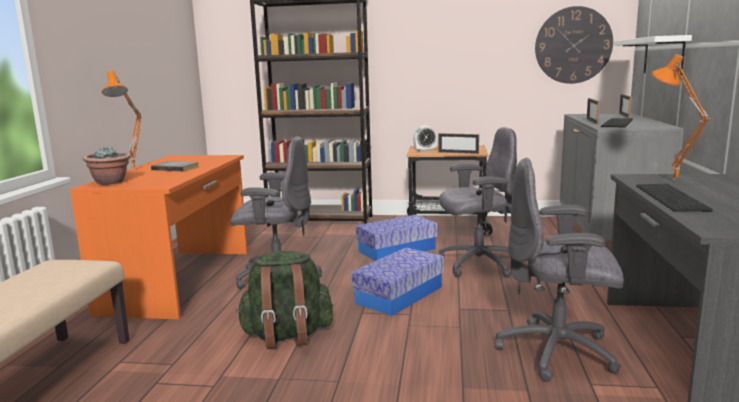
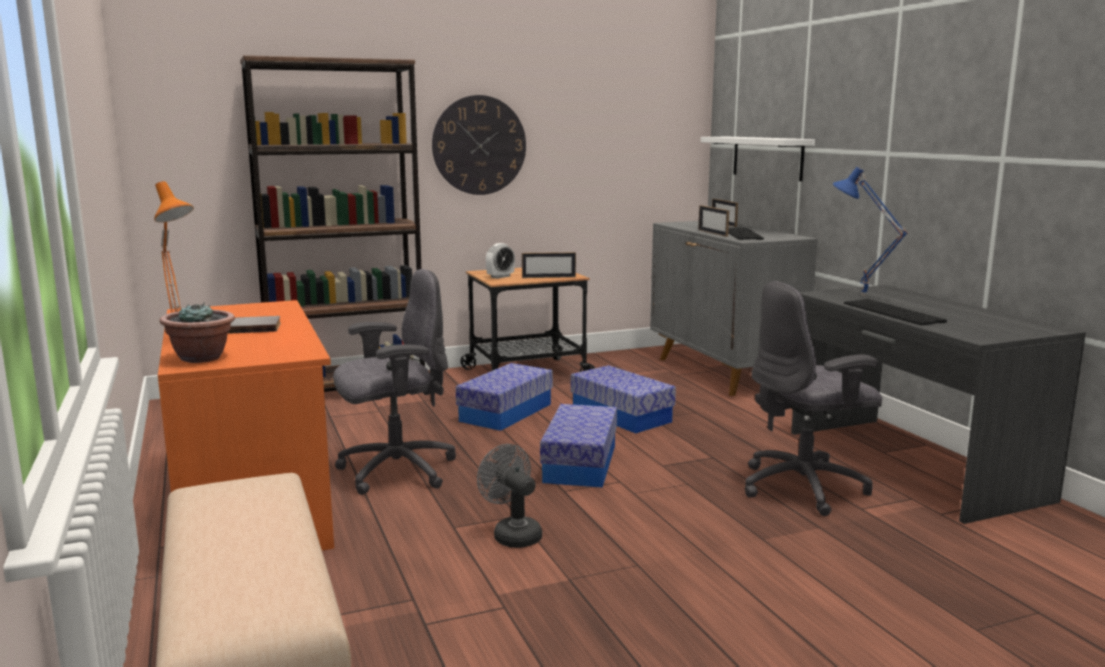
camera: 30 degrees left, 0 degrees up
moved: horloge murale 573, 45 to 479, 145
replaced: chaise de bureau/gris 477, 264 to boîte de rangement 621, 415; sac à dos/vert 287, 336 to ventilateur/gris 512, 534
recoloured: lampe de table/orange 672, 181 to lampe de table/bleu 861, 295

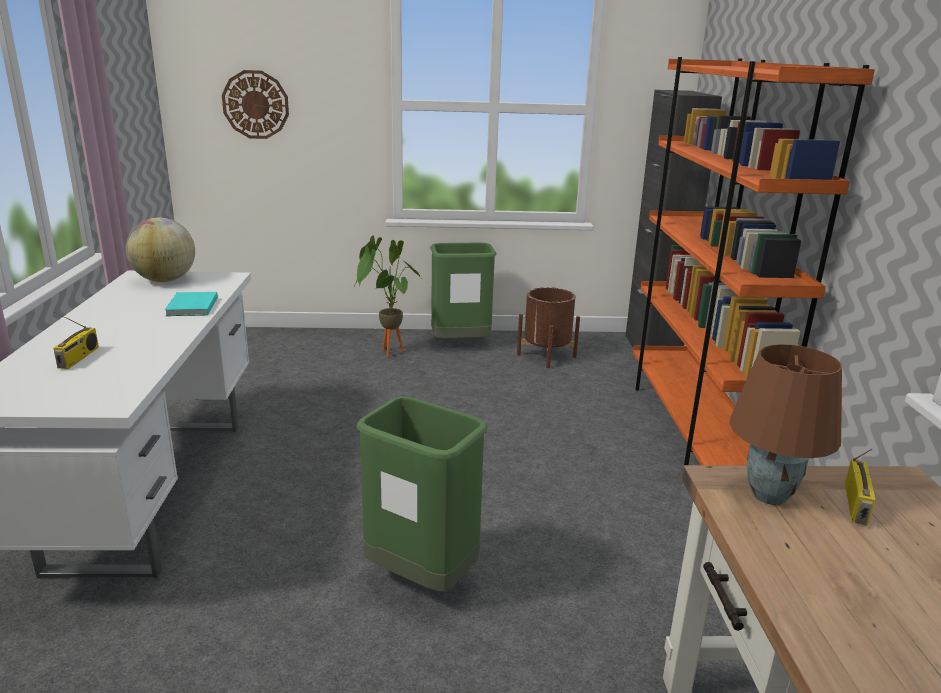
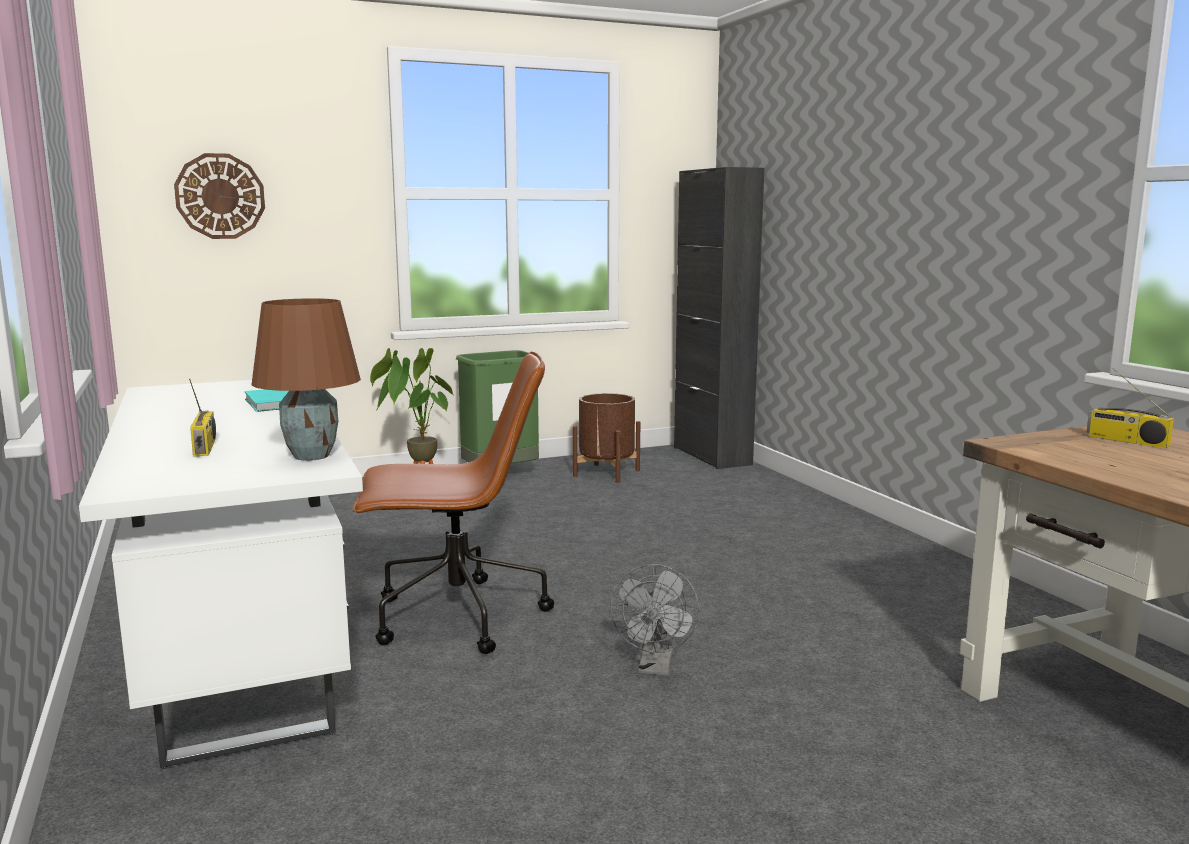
camera: 20 degrees left, 10 degrees down
removed: bibliothèque/orange 692, 428; globe 165, 280
added: chaise de bureau/marron 455, 617
moved: lampe de table/marron 769, 496 to 311, 456
replaced: poubelle/vert 422, 577 to ventilateur/gris 656, 668
turned: radio 857, 504 = 1126, 441 135 degrees clockwise

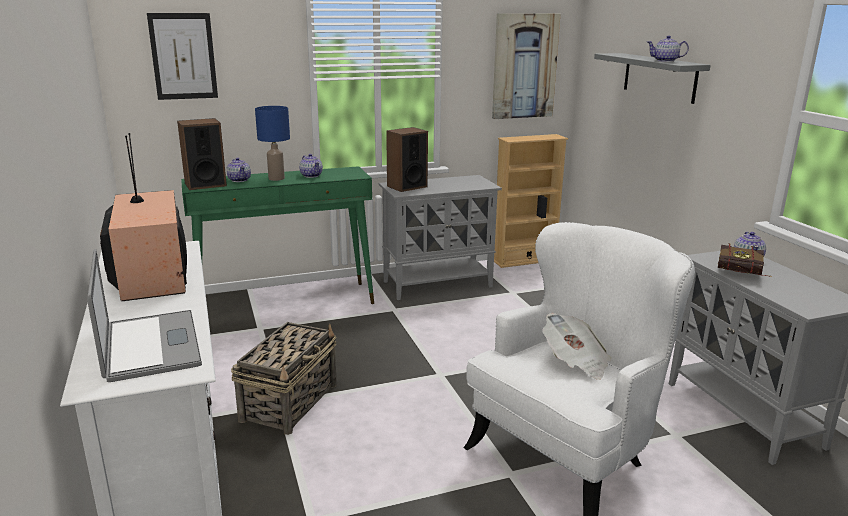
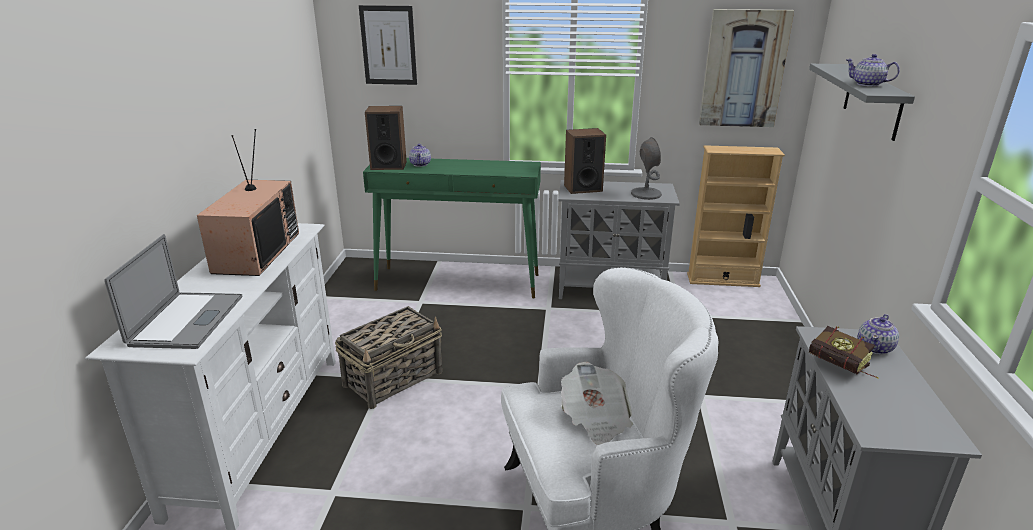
camera: 25 degrees right, 5 degrees up
removed: lampe de table/bleu 276, 178; théière 311, 175
added: lampe de table/gris 646, 194

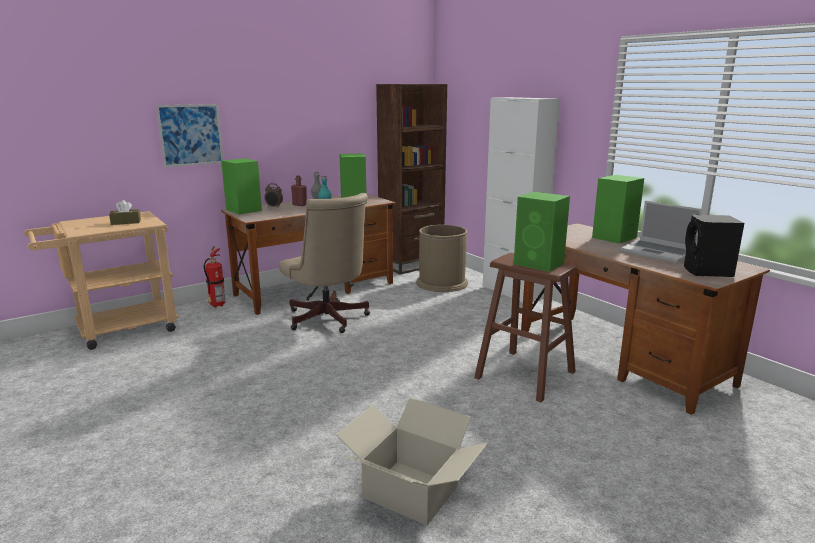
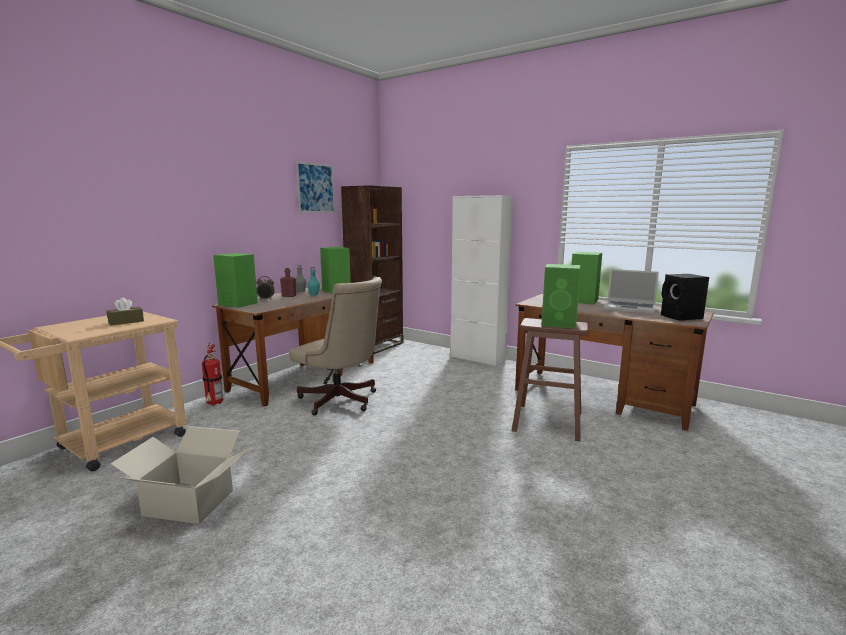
camera: 20 degrees left, 5 degrees down
removed: poubelle/marron 442, 283
moved: tableau 191, 135 to 316, 188; carton 411, 491 to 189, 502

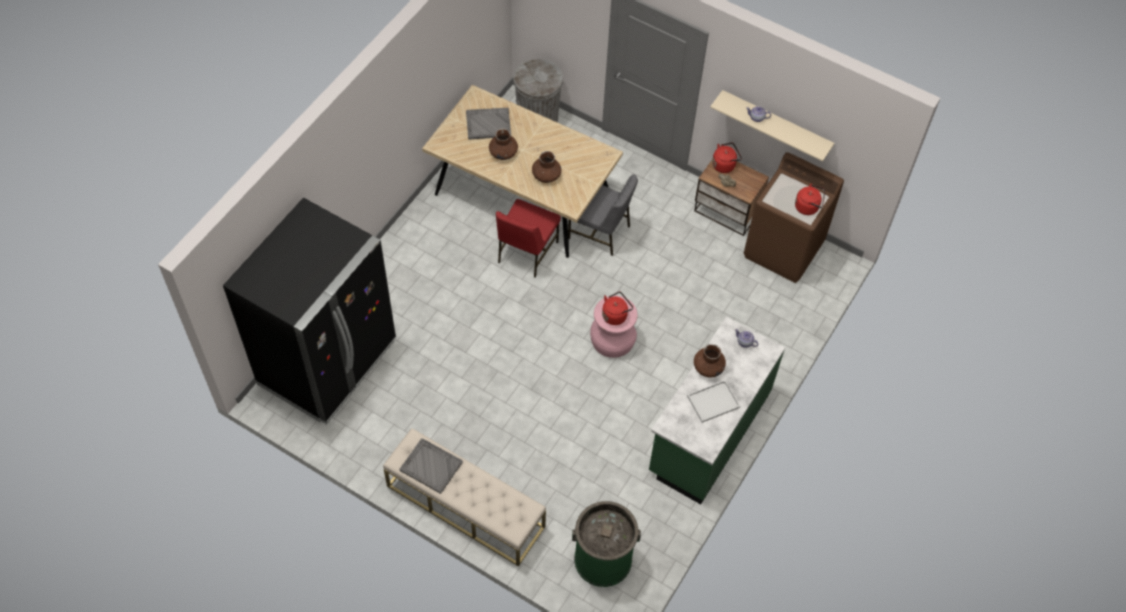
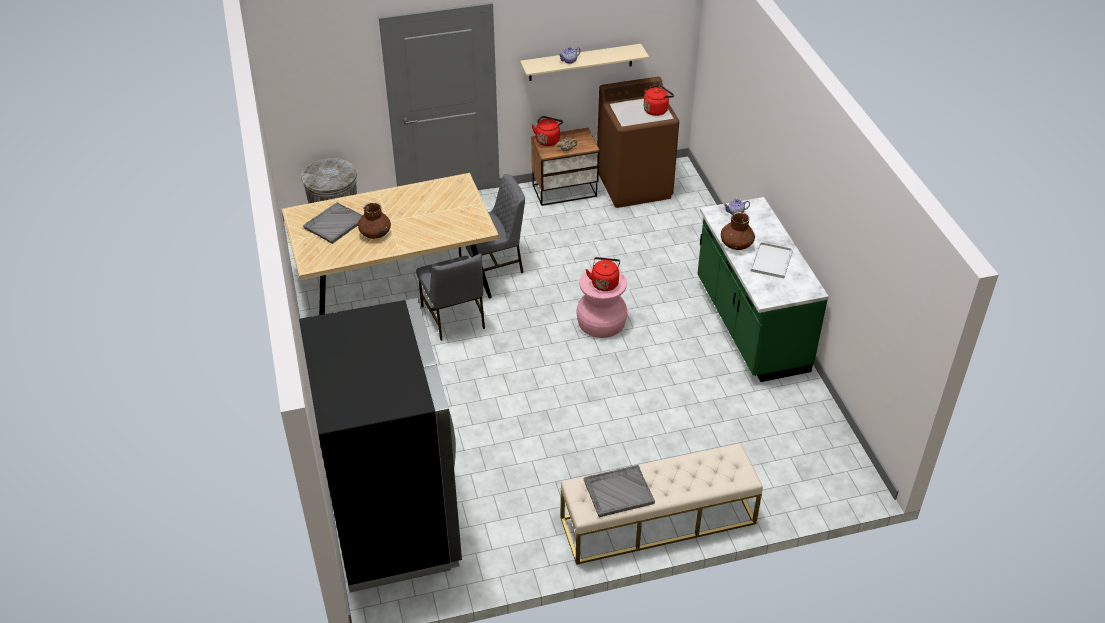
camera: 45 degrees left, 15 degrees down
removed: vase/marron 546, 175; poubelle/vert 603, 559
recoloured: chaise/rouge 526, 252 to chaise/gris 454, 317

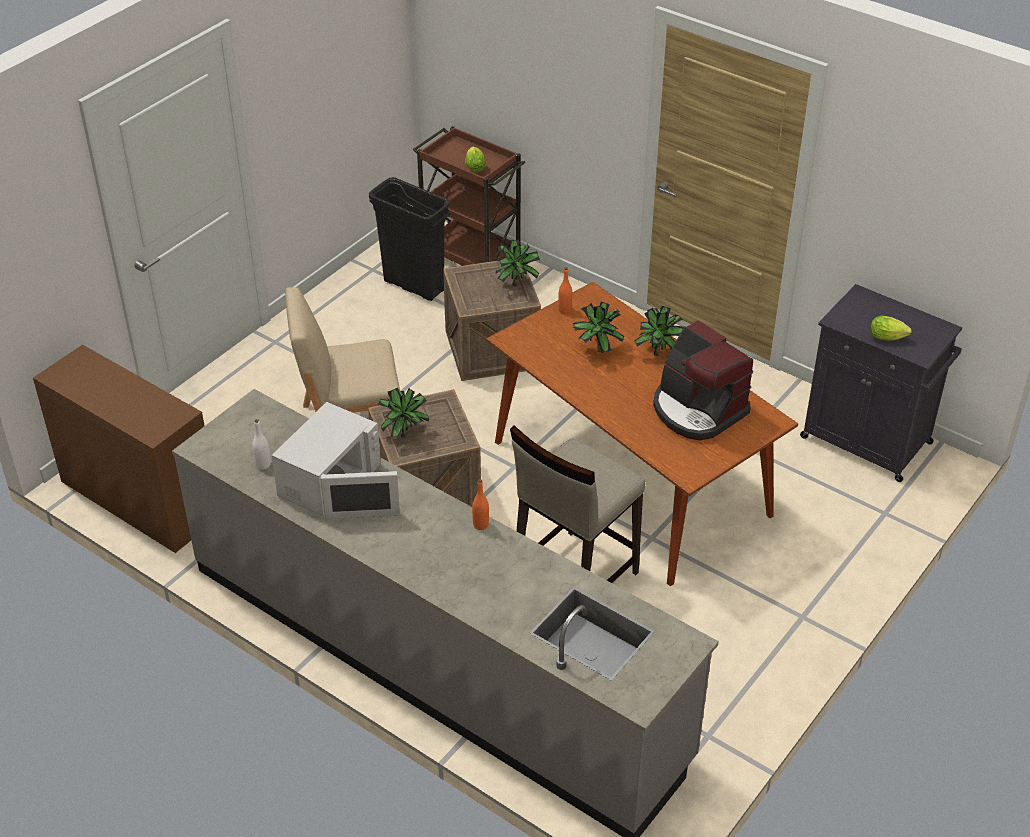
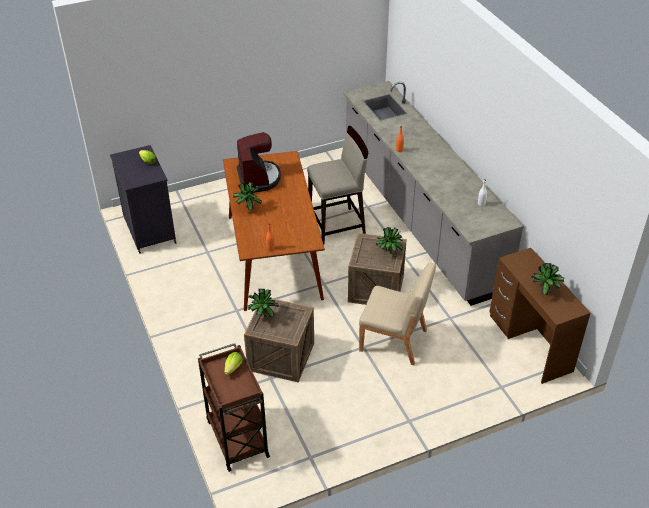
camera: 150 degrees left, 0 degrees up
removed: poubelle/noir 414, 285; micro-ondes/blanc 331, 483
moved: plante en pot 596, 349 to 545, 292

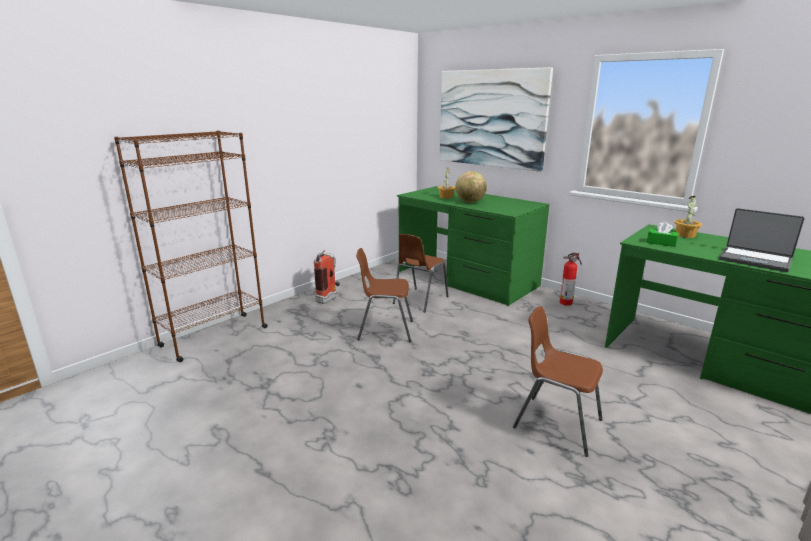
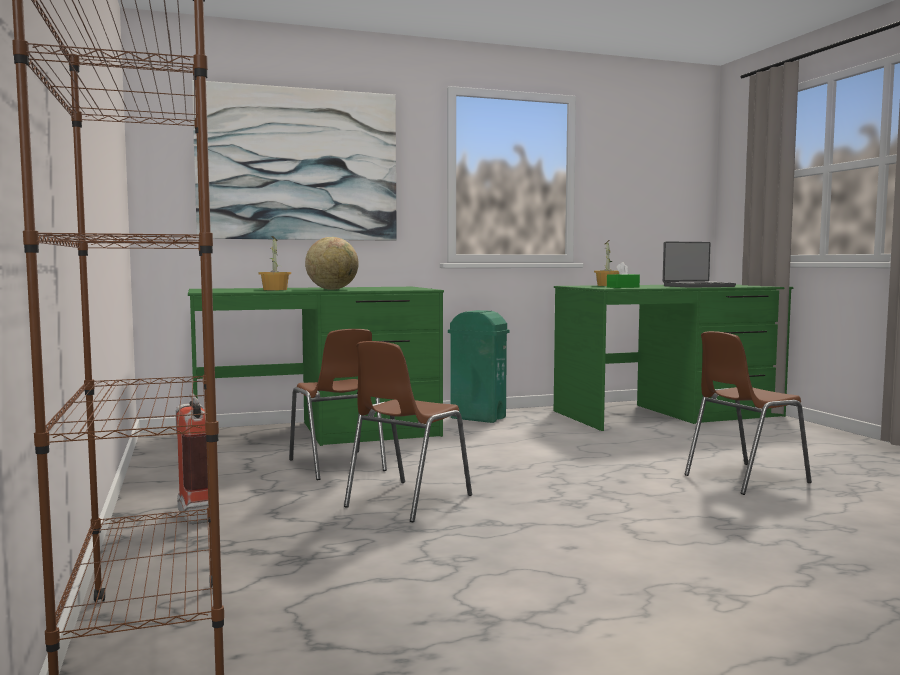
camera: 60 degrees left, 15 degrees down
replaced: extincteur 567, 303 to poubelle/vert 477, 418

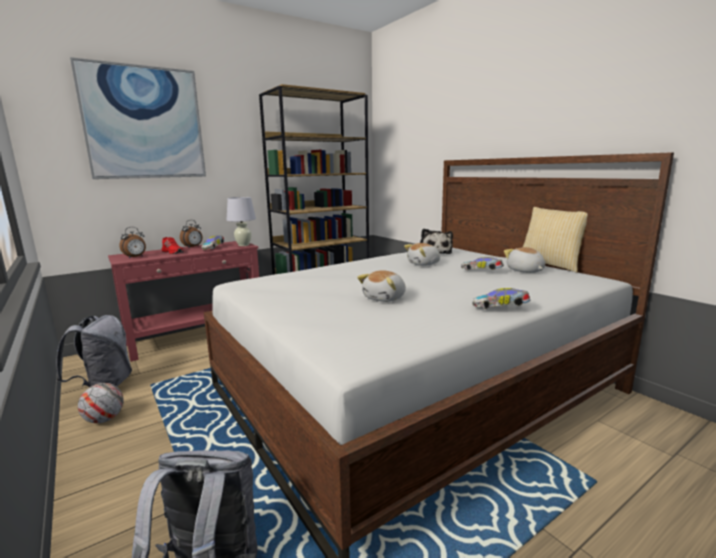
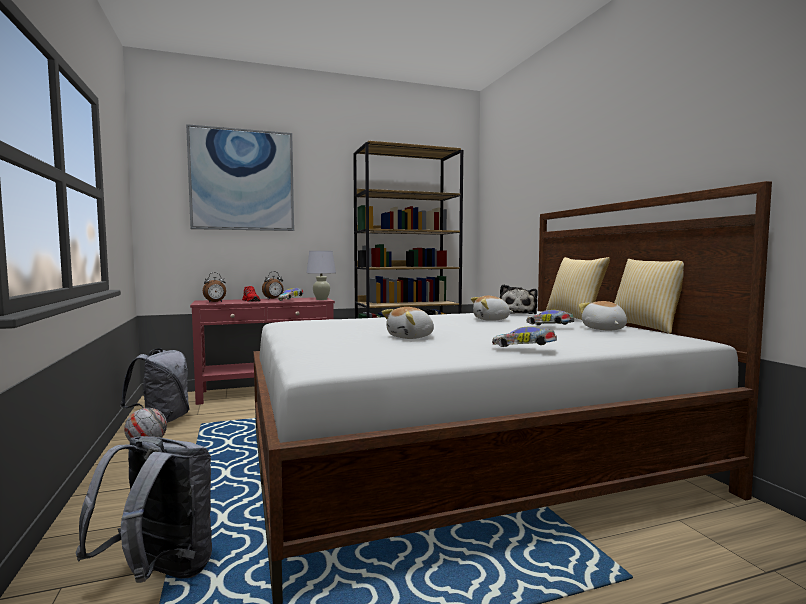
camera: 15 degrees right, 10 degrees down
added: coussin 575, 318

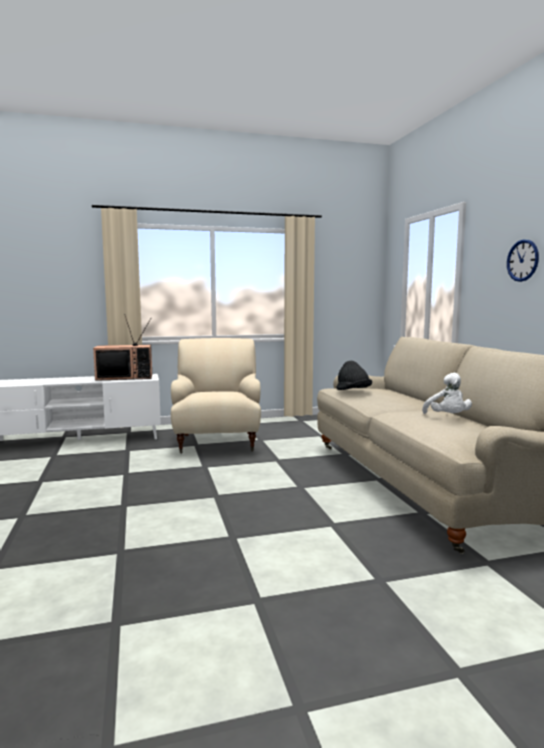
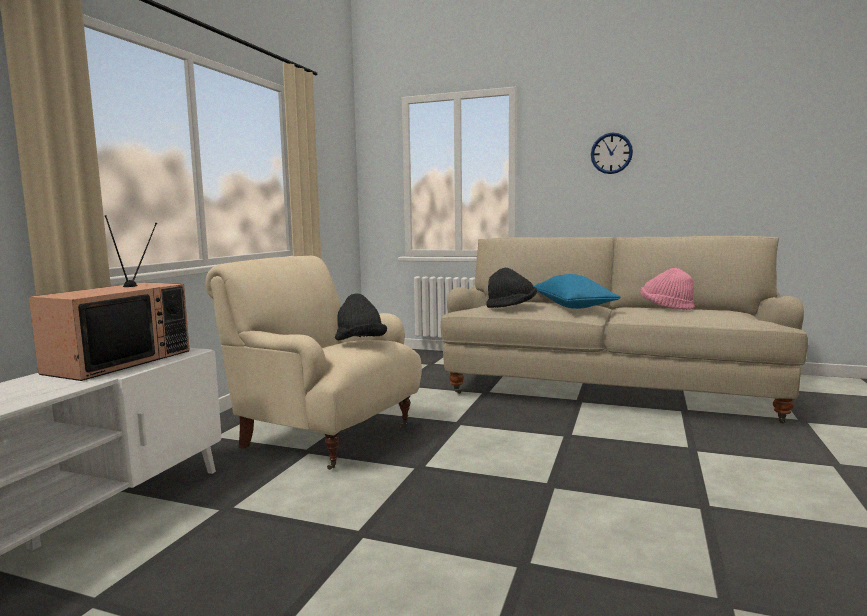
camera: 55 degrees left, 0 degrees up
added: coussin/bleu 573, 307; chapeau/noir 360, 343
replaced: peluche/blanc 447, 417 to chapeau/rose 666, 308

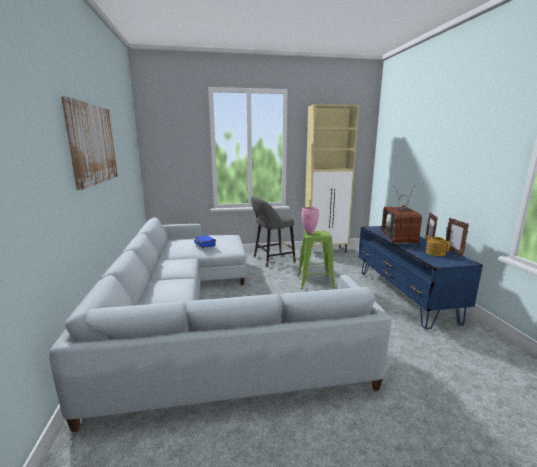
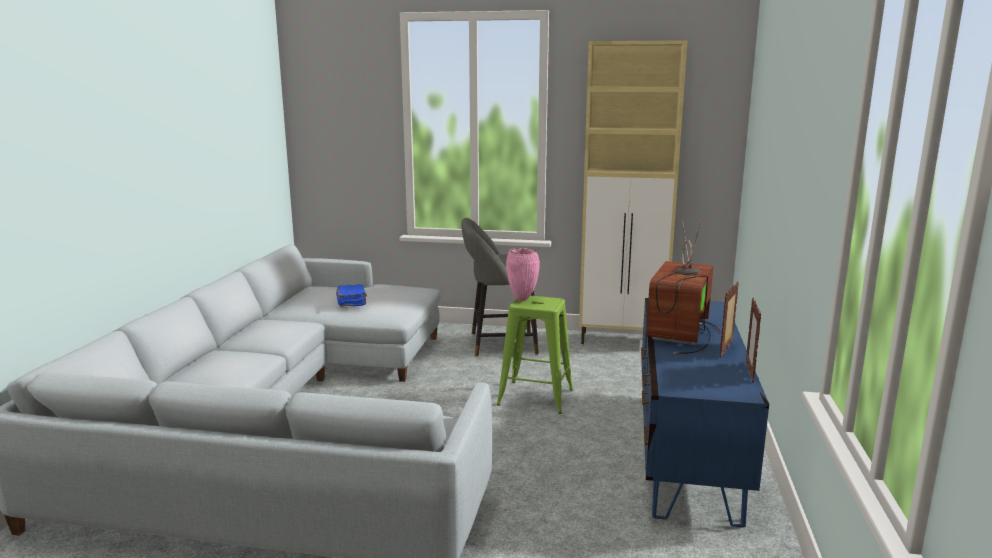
camera: 20 degrees right, 0 degrees up
removed: tableau 93, 144; théière 435, 253

